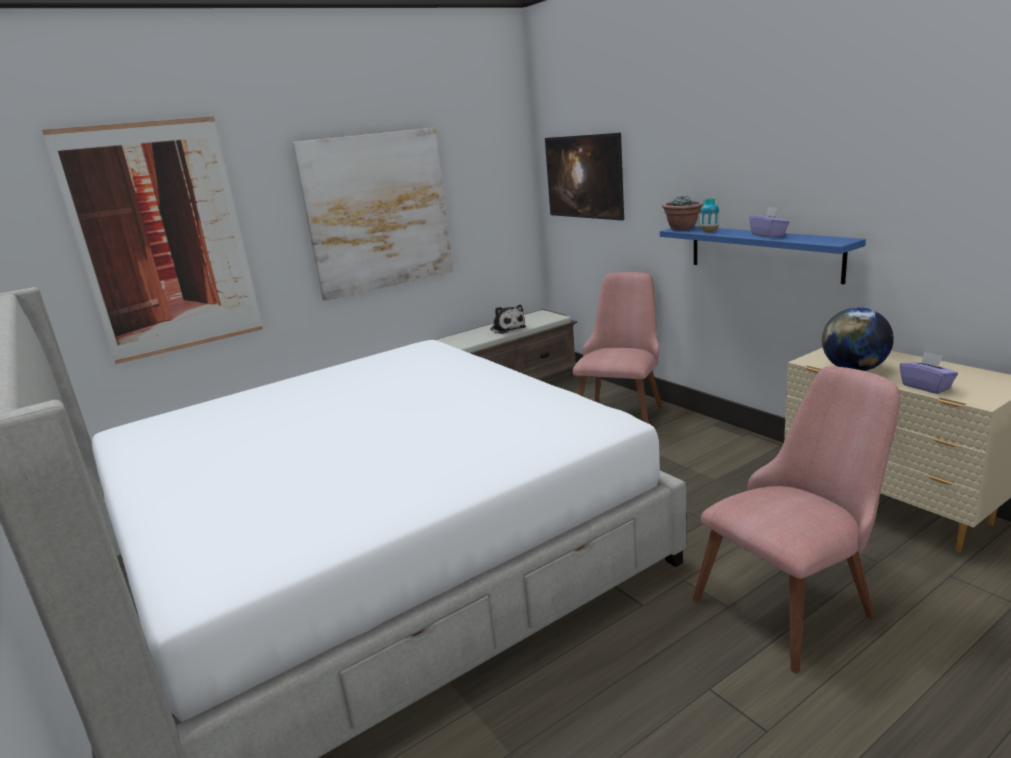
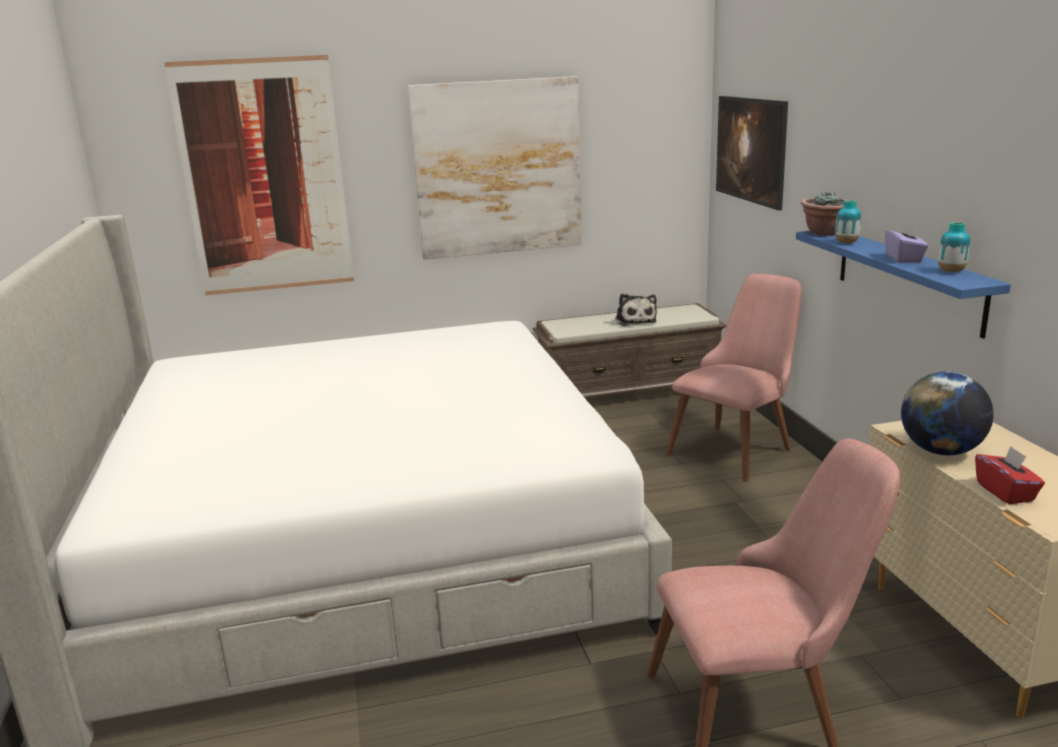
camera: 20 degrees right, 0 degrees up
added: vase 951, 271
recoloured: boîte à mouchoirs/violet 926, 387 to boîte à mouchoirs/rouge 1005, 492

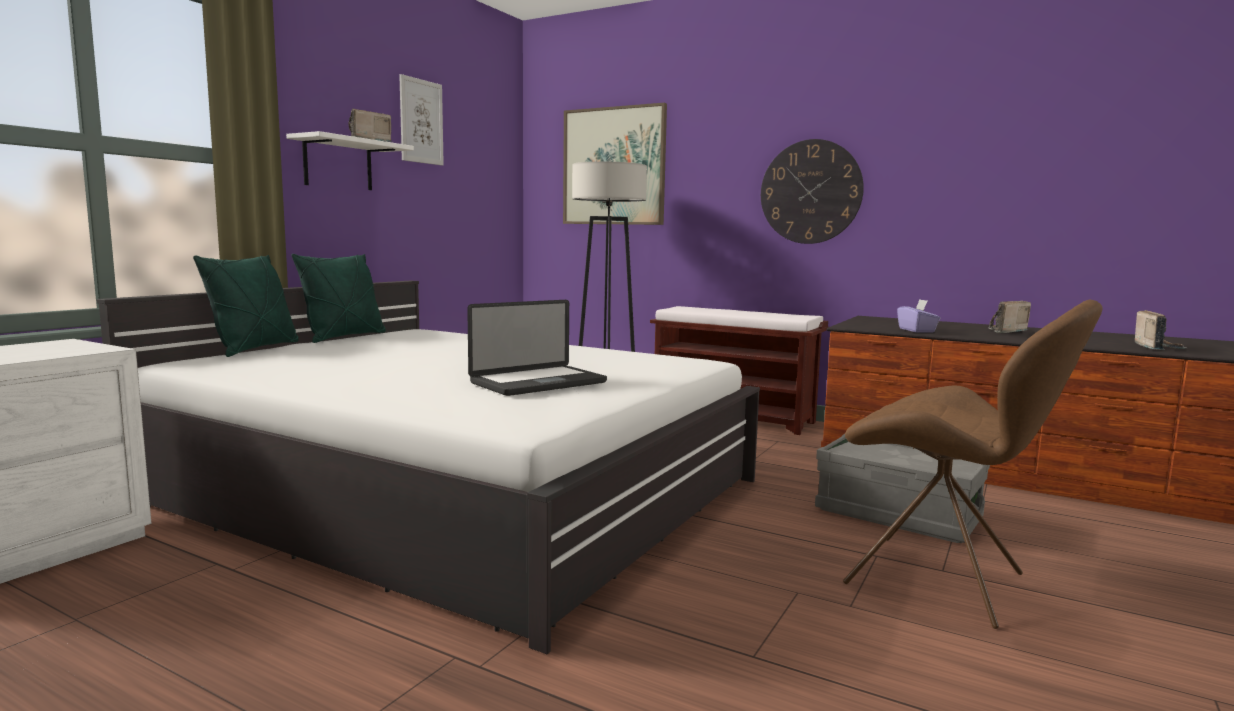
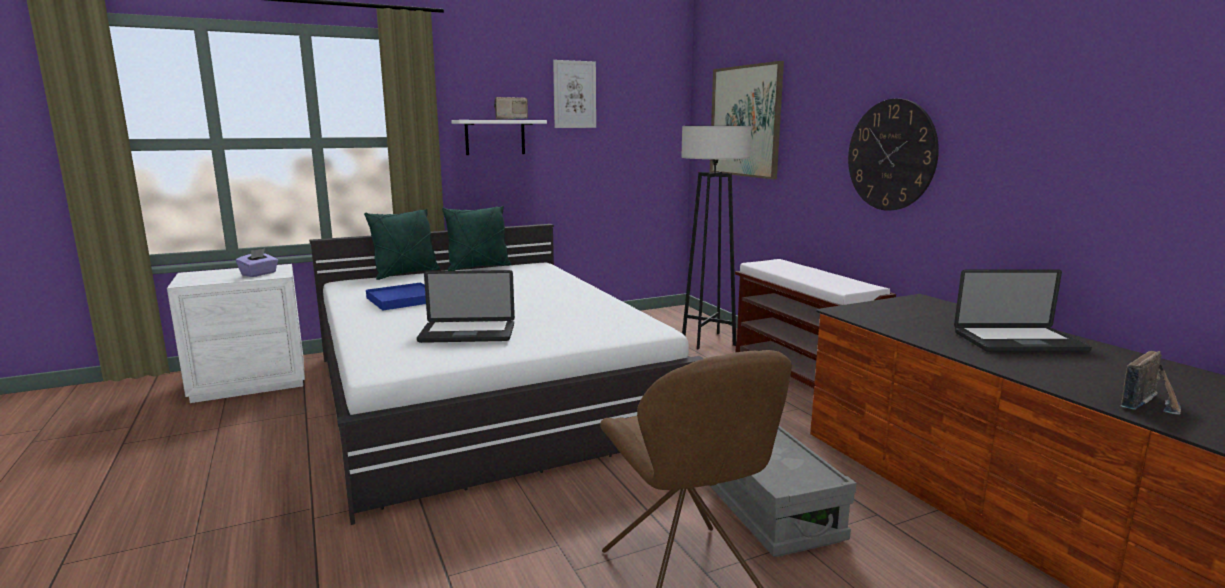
camera: 35 degrees right, 5 degrees up
added: plateau/bleu 403, 300
moved: boîte à mouchoirs/violet 917, 330 to 259, 274
replaced: radio 1003, 331 to ordinateur portable 1019, 342

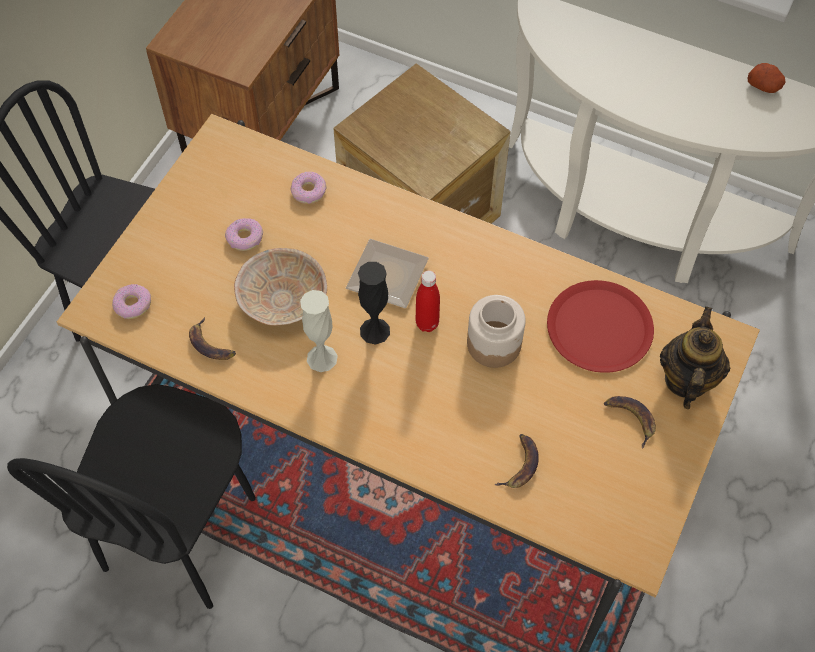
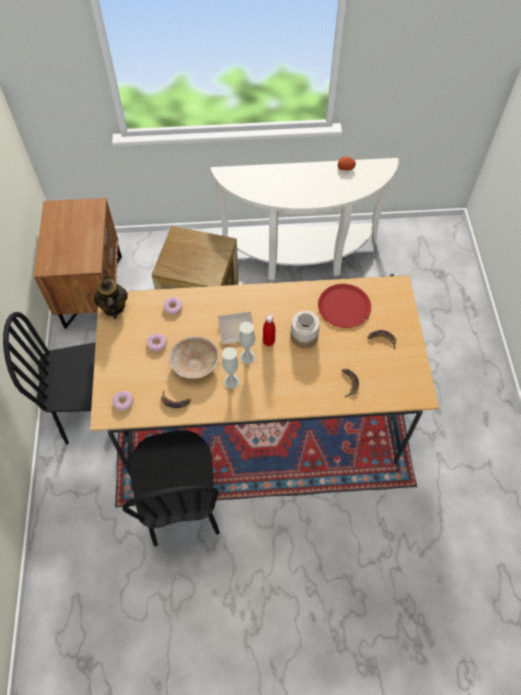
camera: 30 degrees left, 0 degrees up
moved: théière 686, 379 to 113, 307
recoloured: vase/noir 375, 331 to vase/blanc 247, 357

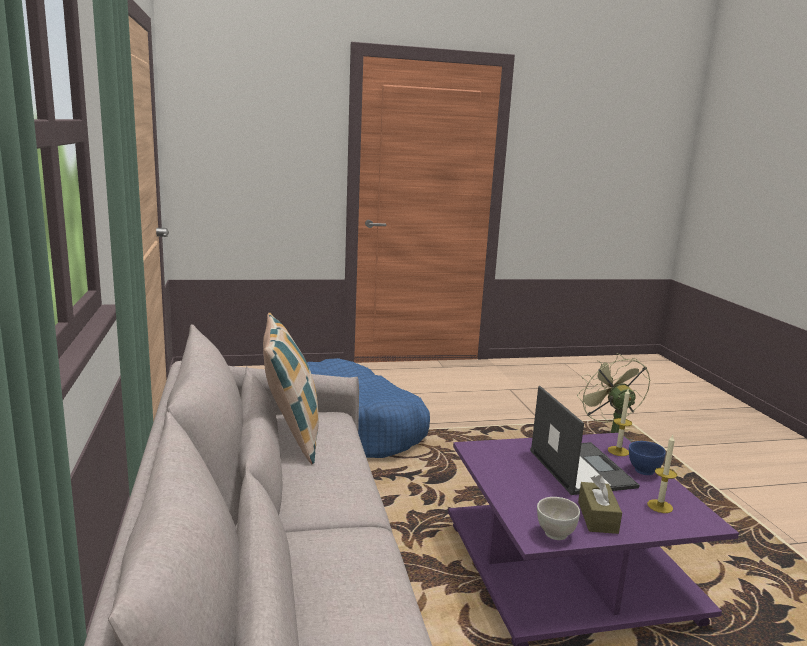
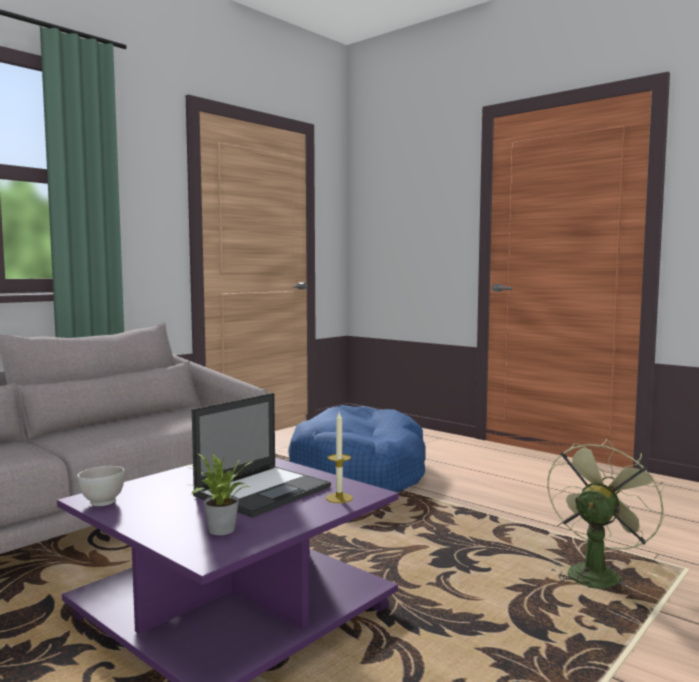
camera: 55 degrees right, 10 degrees down
removed: coussin 291, 436; bol/bleu 643, 471; boîte à mouchoirs/marron 597, 517
replaced: bougie 660, 506 to plante en pot 219, 531

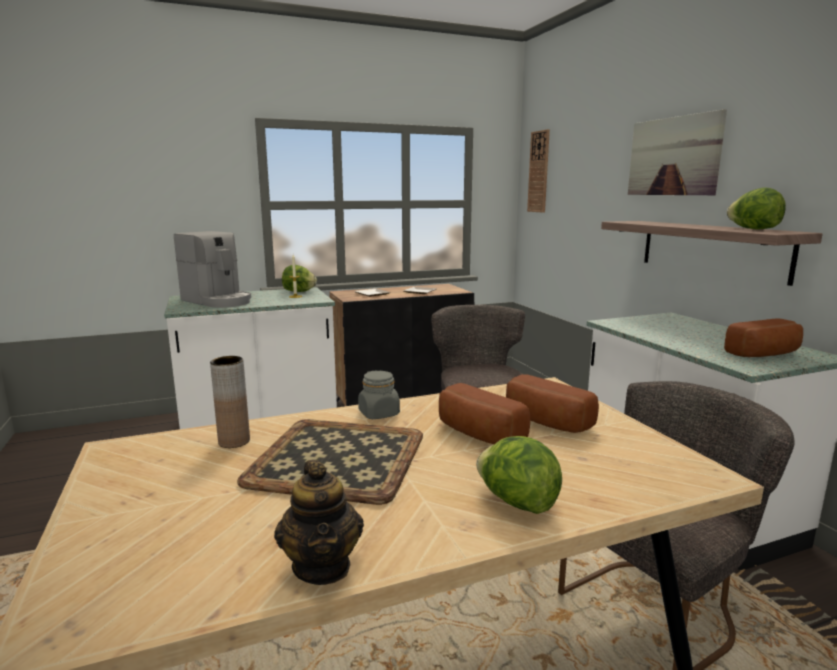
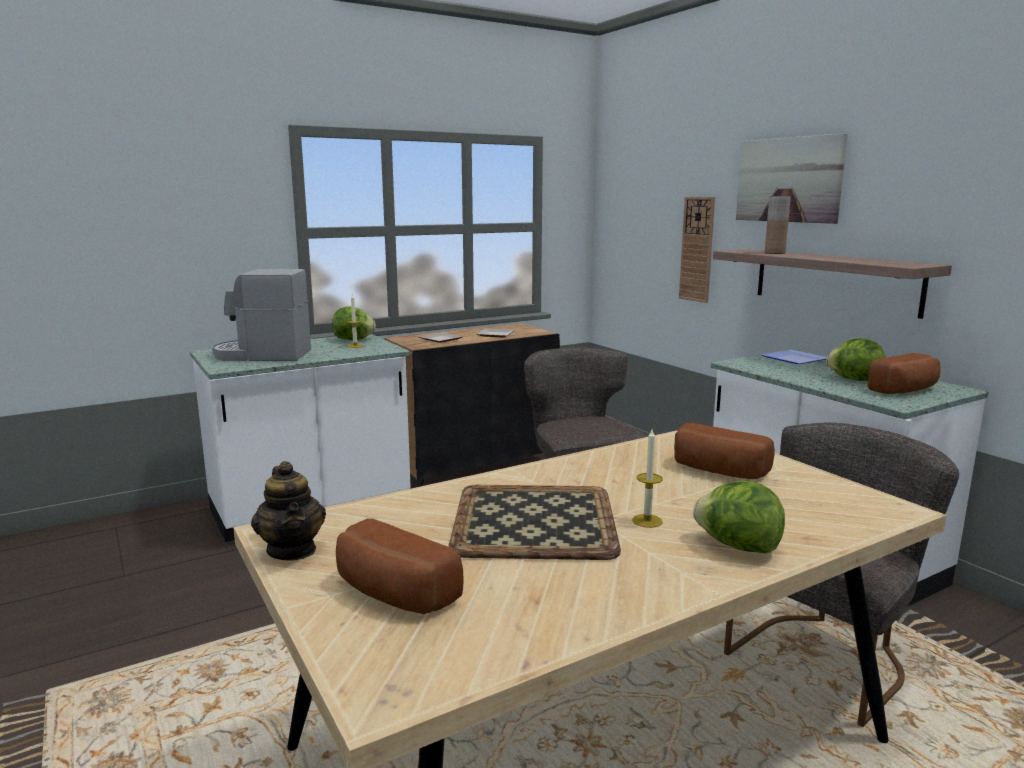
camera: 10 degrees left, 0 degrees up
removed: bocal/gris 379, 413
added: assiette 792, 359; bougie 647, 521
moved: horloge murale 539, 172 to 697, 249; laitue 753, 229 to 854, 380; vase/marron 234, 441 to 774, 253; pain 476, 434 to 391, 594; théière 322, 566 to 292, 550
turned: machine à café 218, 301 = 262, 355 150 degrees clockwise

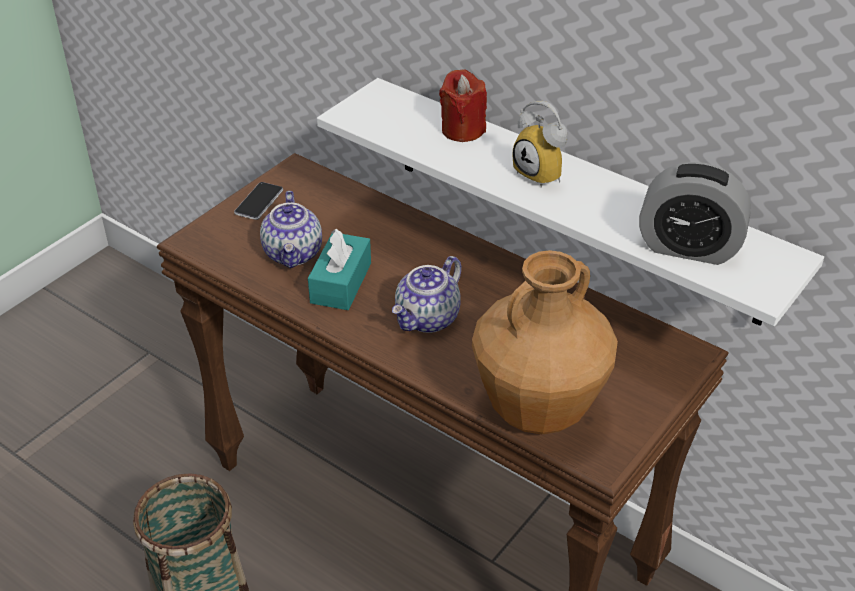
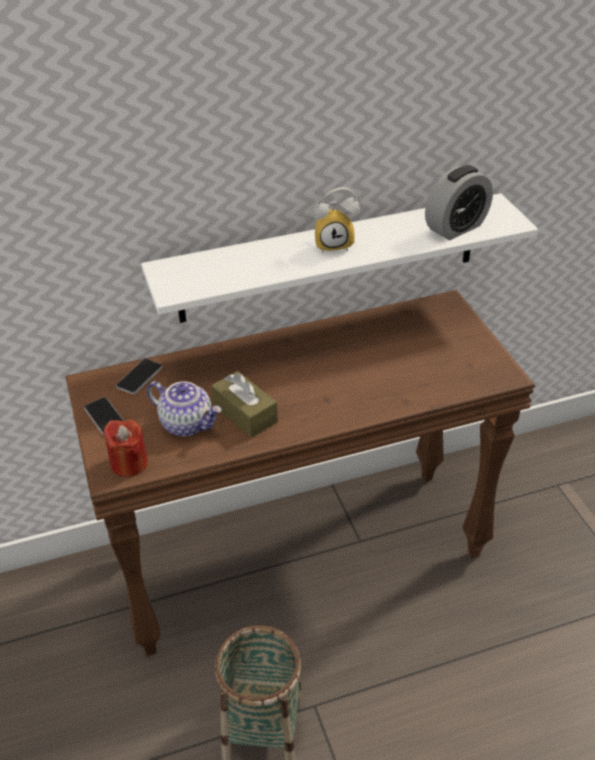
camera: 55 degrees left, 0 degrees up
removed: vase/marron 537, 411; théière 428, 319
added: téléphone 139, 377
moved: bougie/rouge 462, 130 to 129, 463
recoloured: boîte à mouchoirs/turquoise 341, 283 to boîte à mouchoirs/marron 245, 413

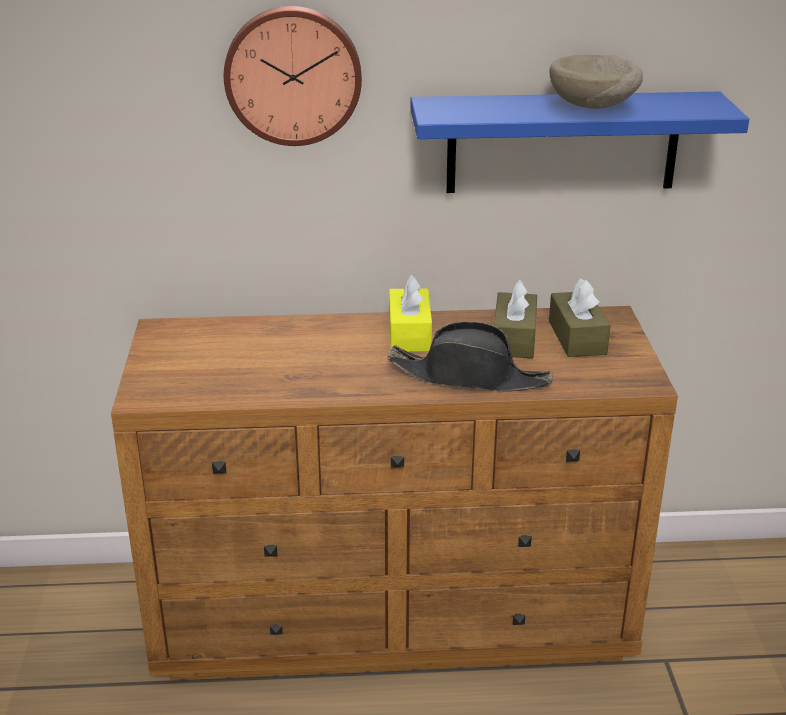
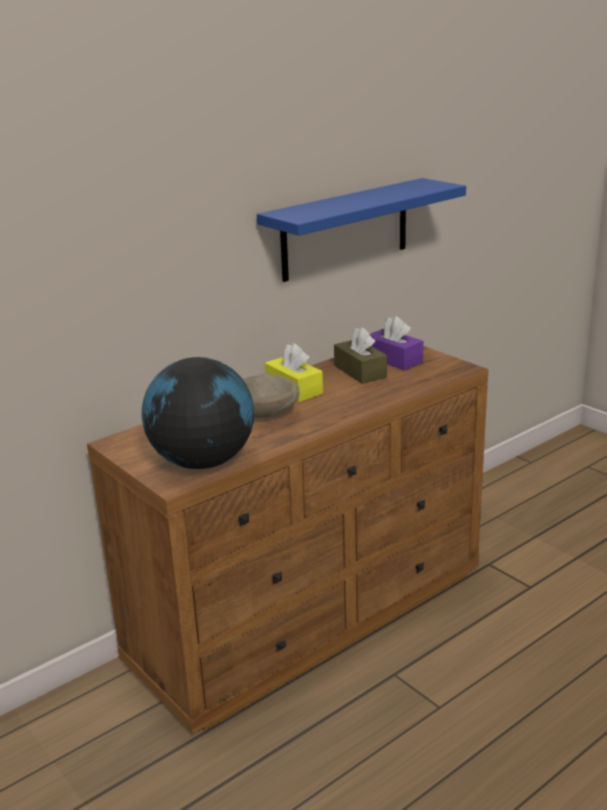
camera: 35 degrees left, 5 degrees down
removed: horloge murale 293, 75; chapeau/noir 469, 377
added: globe 202, 462
moved: bol/beige 594, 108 to 267, 415
recoloured: boîte à mouchoirs/marron 577, 337 to boîte à mouchoirs/violet 393, 359

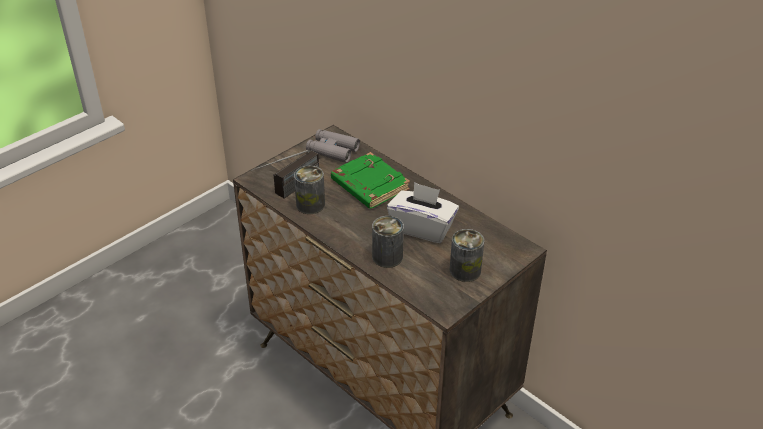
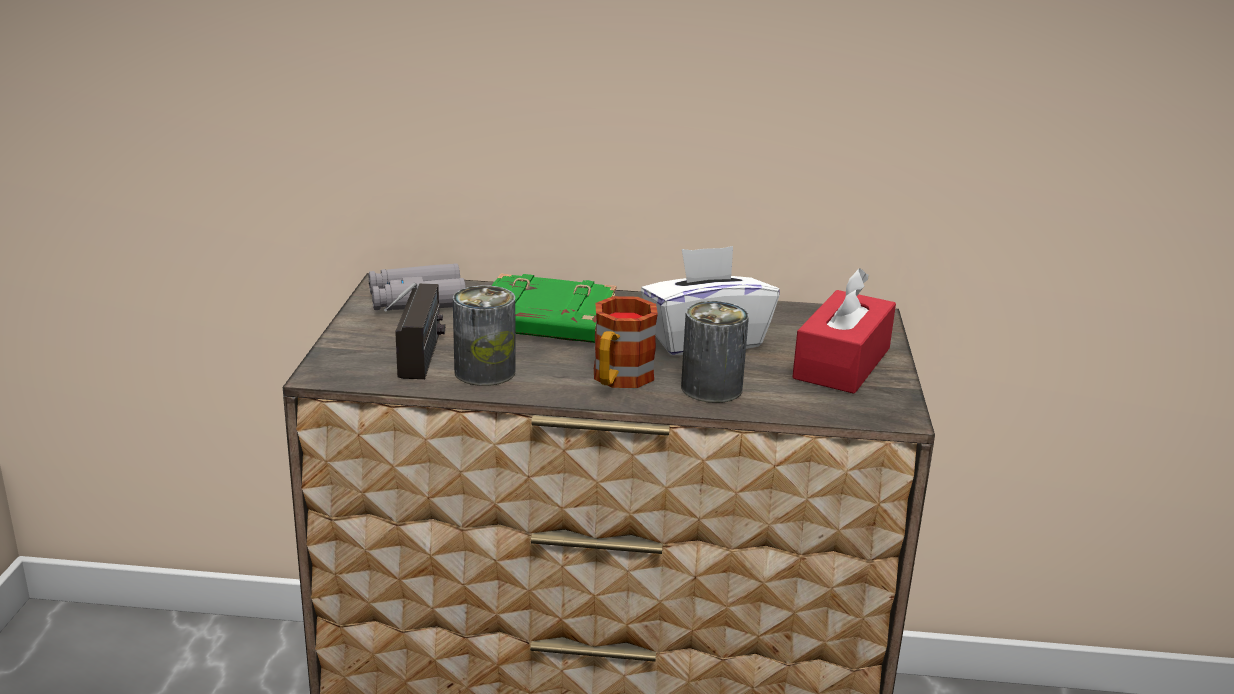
camera: 40 degrees left, 15 degrees down
added: mug 618, 380
replaced: boîte métallique 465, 270 to boîte à mouchoirs/rouge 842, 363

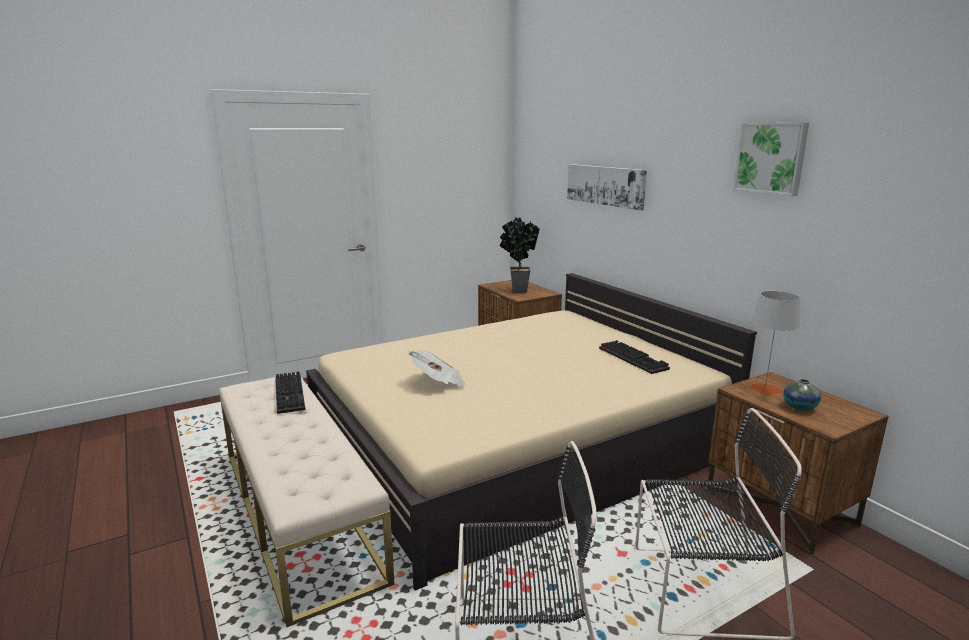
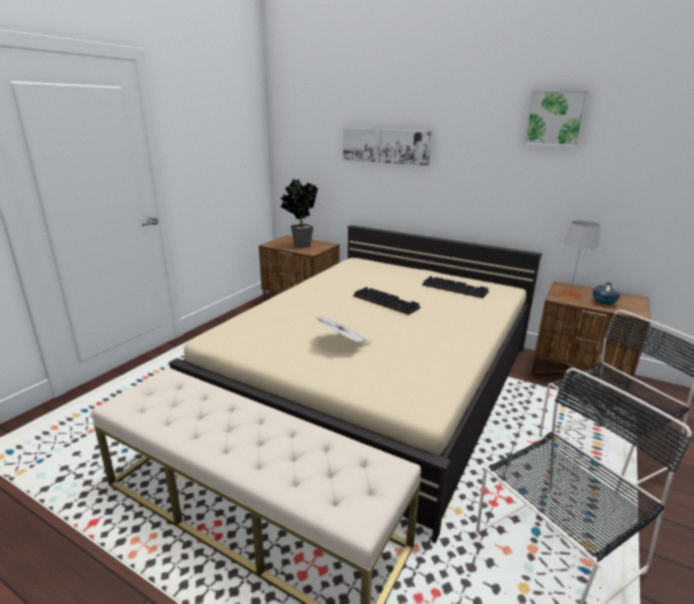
camera: 30 degrees left, 5 degrees up
moved: clavier 291, 394 to 387, 302

